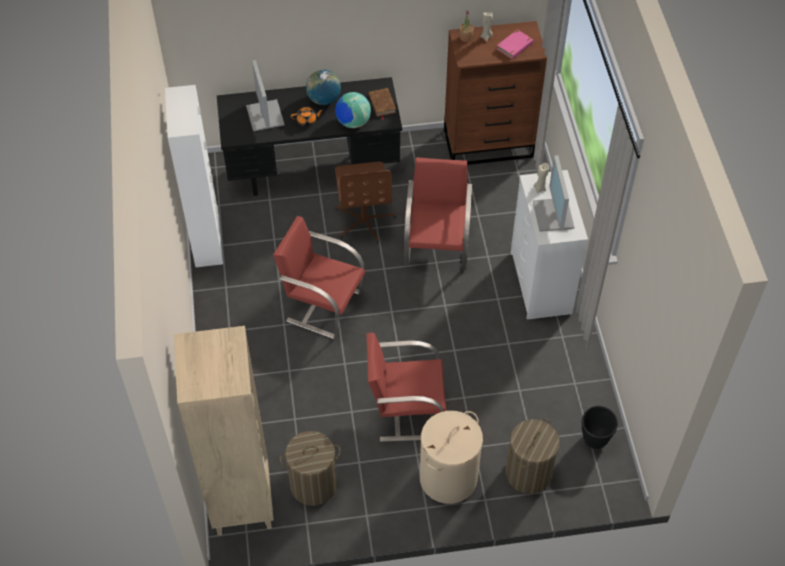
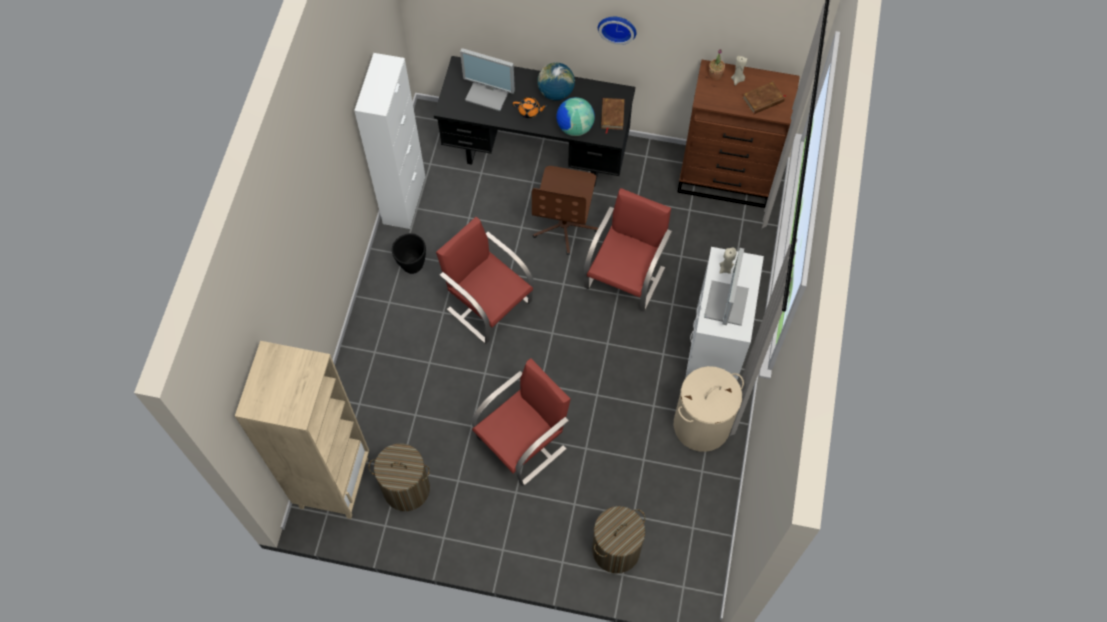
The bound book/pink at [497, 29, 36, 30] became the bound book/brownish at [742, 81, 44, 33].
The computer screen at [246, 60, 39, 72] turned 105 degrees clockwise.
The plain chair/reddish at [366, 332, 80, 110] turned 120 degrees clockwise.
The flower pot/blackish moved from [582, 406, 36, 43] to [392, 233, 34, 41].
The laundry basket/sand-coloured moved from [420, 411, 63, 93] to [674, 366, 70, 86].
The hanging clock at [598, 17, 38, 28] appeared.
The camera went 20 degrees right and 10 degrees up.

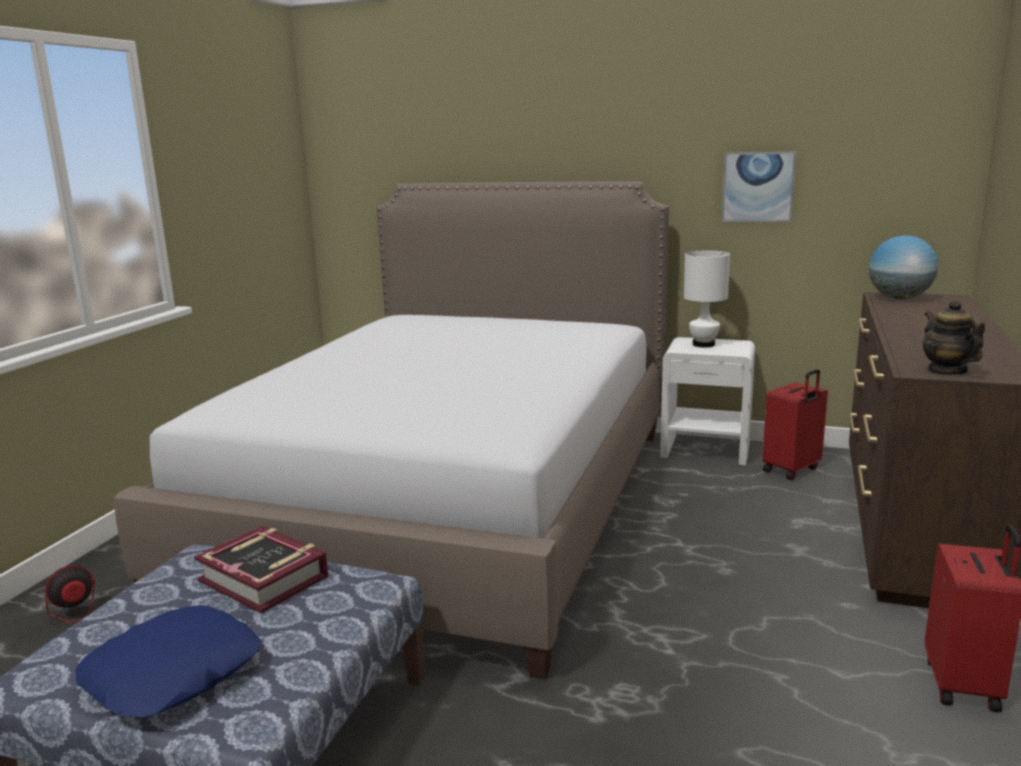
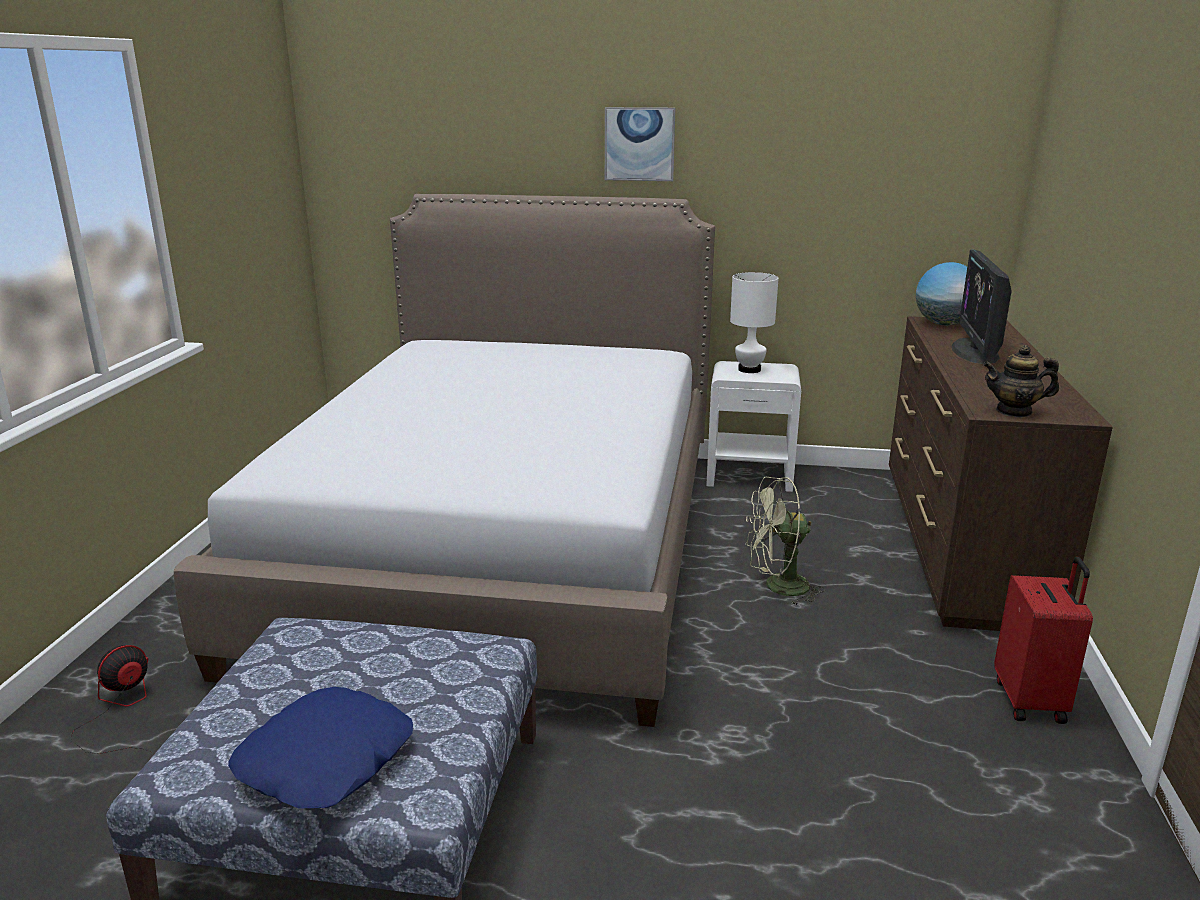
The picture moved from [722, 152, 74, 70] to [605, 107, 70, 74].
The teapot at [922, 299, 63, 77] turned 60 degrees counterclockwise.
The piece of luggage/reddish at [763, 369, 65, 111] disappeared.
The bound book at [194, 526, 134, 87] disappeared.
The computer screen at [952, 249, 60, 115] appeared.
The fan/greenish at [746, 477, 79, 129] appeared.
The camera went 10 degrees left and 5 degrees up.

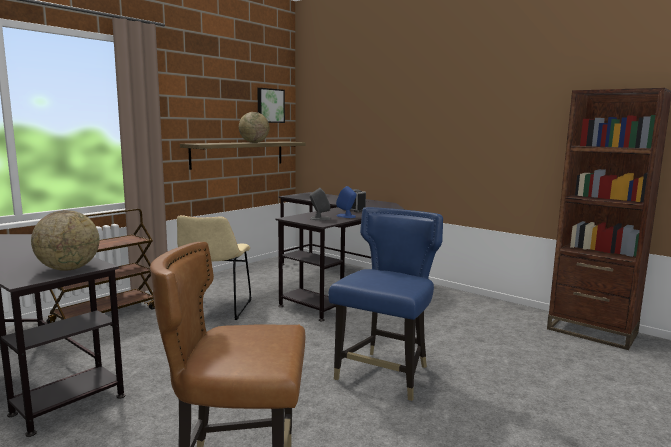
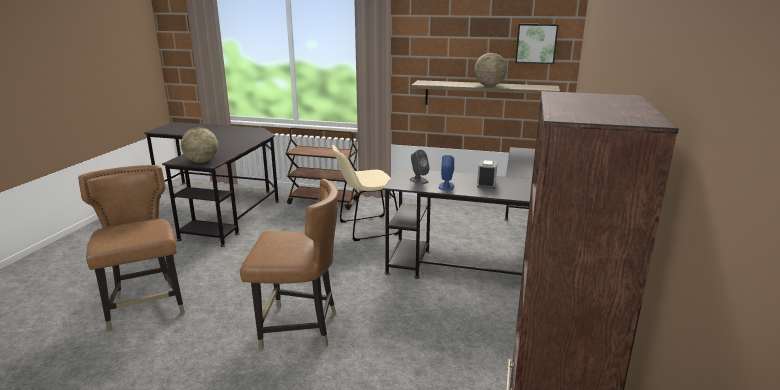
The plain chair/blue-coloured at [328, 207, 115, 194] became the plain chair/brownish at [240, 179, 98, 171].
The camera went 65 degrees right and 10 degrees up.

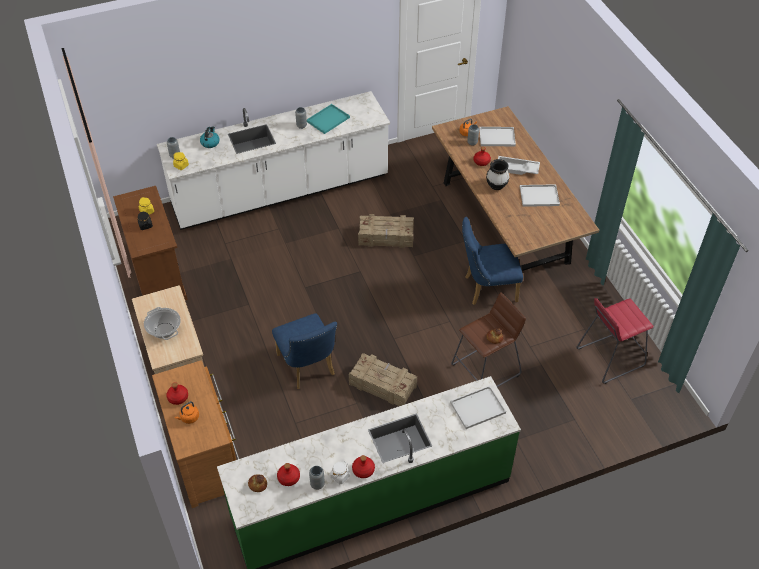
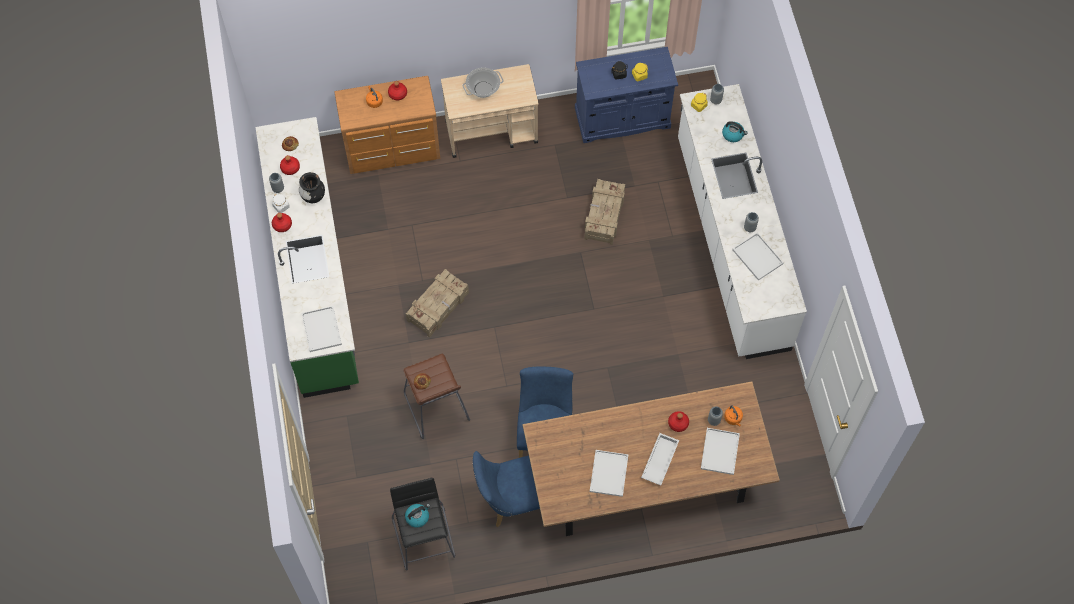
The serving tray/turquoise-coloured at [307, 104, 43, 30] became the serving tray/whitish at [732, 232, 52, 49].
The flower vase/blackish moved from [486, 159, 23, 31] to [299, 172, 26, 31].
The cupboard/brownish at [113, 186, 75, 115] became the cupboard/blue-coloured at [575, 47, 103, 96].
The packing crate moved from [358, 214, 56, 34] to [584, 179, 41, 66].
The stool/reddish at [576, 298, 78, 86] became the stool/blackish at [390, 478, 66, 92].
The plain chair/blue-coloured moved from [272, 313, 65, 76] to [473, 451, 67, 76].
The tea kettle at [405, 504, 25, 24] appeared.
The camera went 100 degrees right and 15 degrees up.

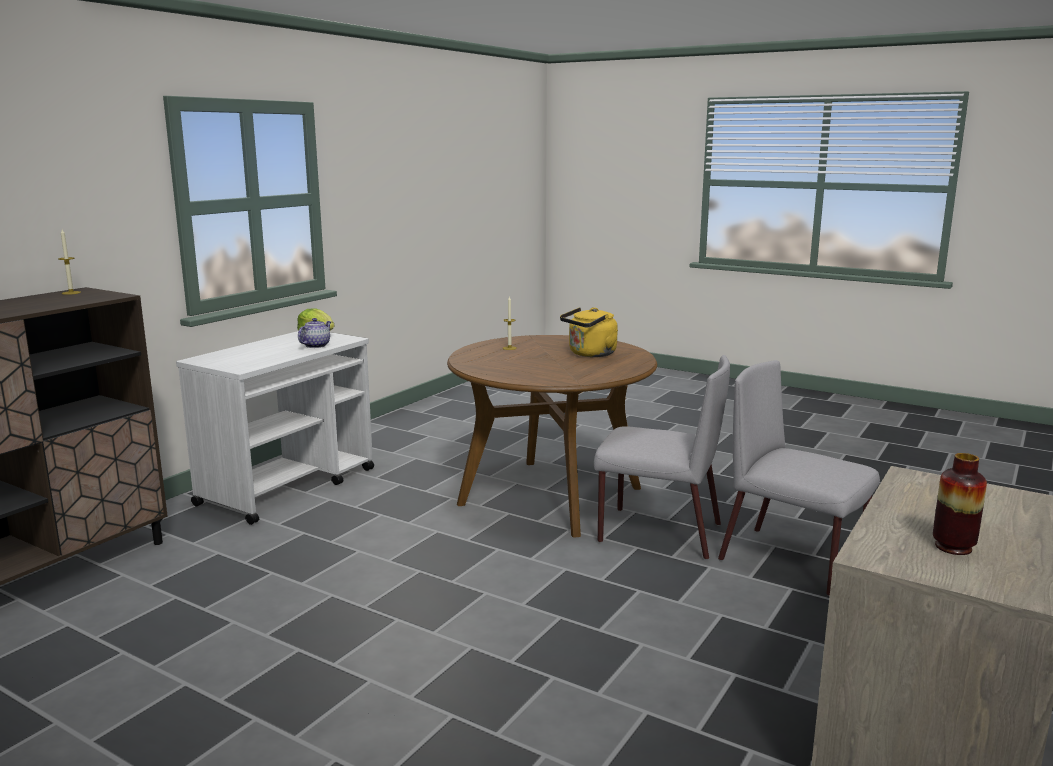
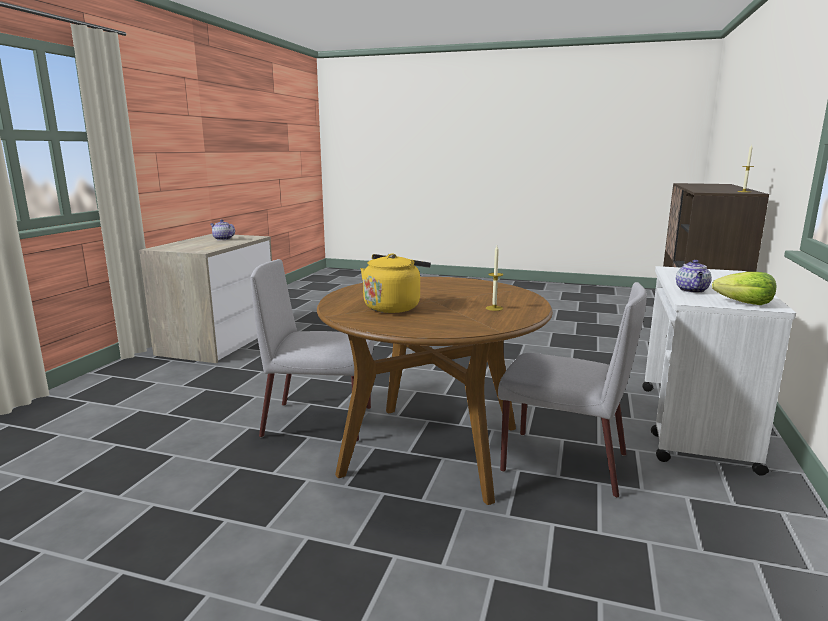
The plain chair/greyish moved from [718, 360, 162, 236] to [498, 282, 149, 216].
The flower vase at [933, 453, 54, 102] was replaced by the teapot at [211, 219, 24, 21].
The camera went 165 degrees right and 0 degrees up.

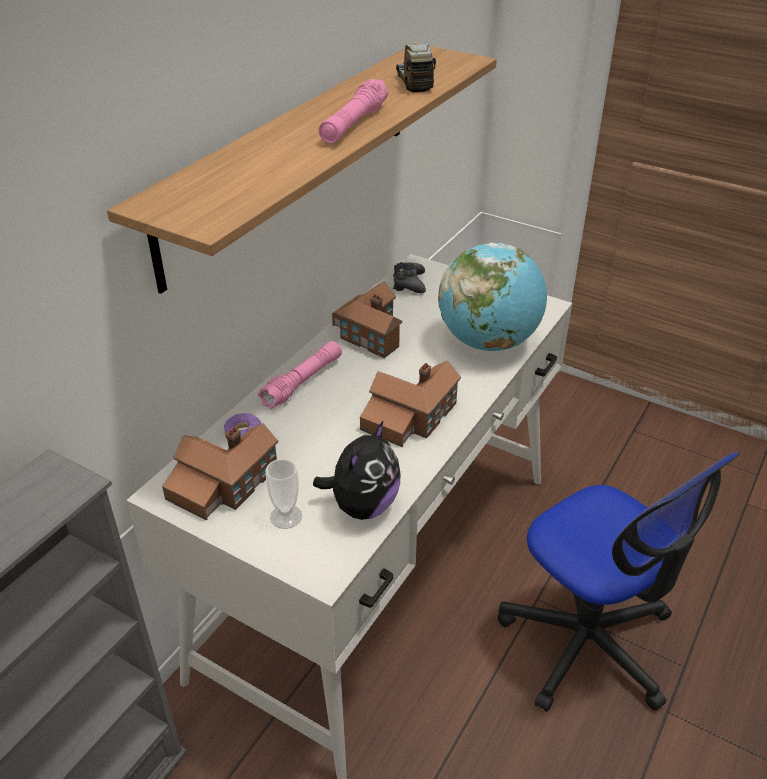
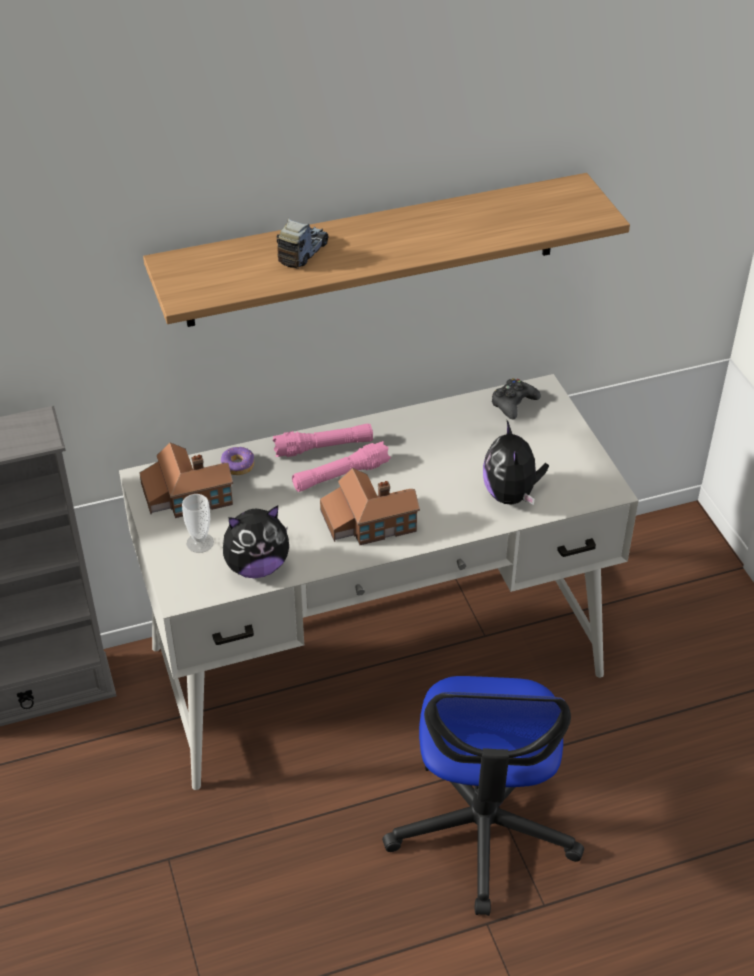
The toy lorry moved from [396, 43, 40, 50] to [277, 218, 52, 51].
The flashlight/pink moved from [319, 79, 70, 64] to [292, 441, 99, 51].
The globe at [438, 242, 109, 109] was replaced by the plush toy at [483, 421, 66, 84].
The miniature house at [332, 281, 70, 77] disappeared.
The camera went 40 degrees right and 5 degrees up.

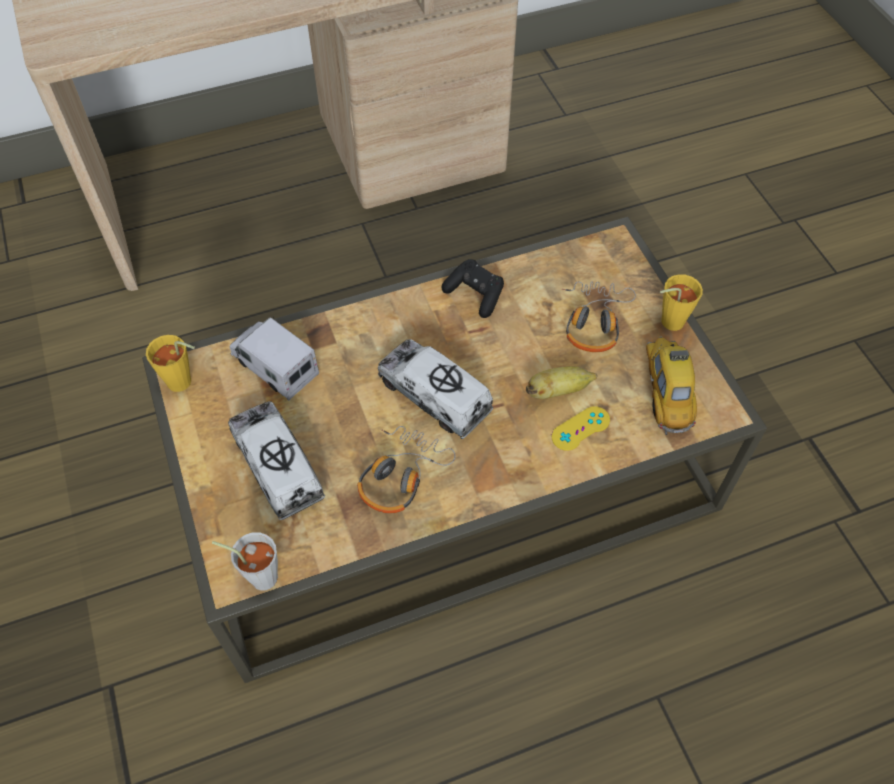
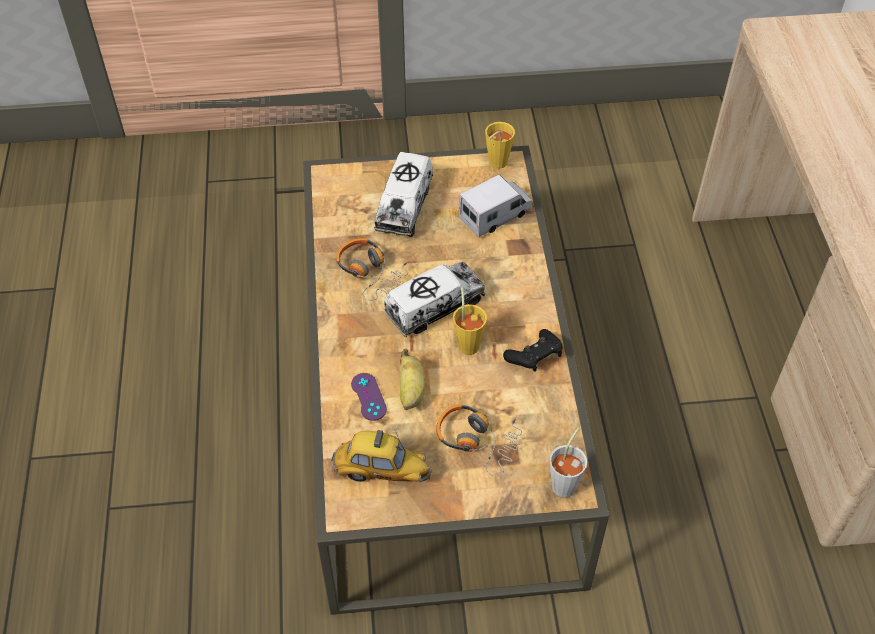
The drinking cup/yellowish moved from [660, 274, 43, 57] to [453, 287, 34, 68].
The toy lorry at [228, 401, 97, 119] turned 120 degrees clockwise.
The joypad/yellowish at [551, 406, 59, 45] became the joypad/purplish at [351, 373, 36, 48].
The drinking cup/greyish moved from [212, 532, 66, 59] to [549, 427, 38, 71].
The camera went 105 degrees right and 5 degrees down.

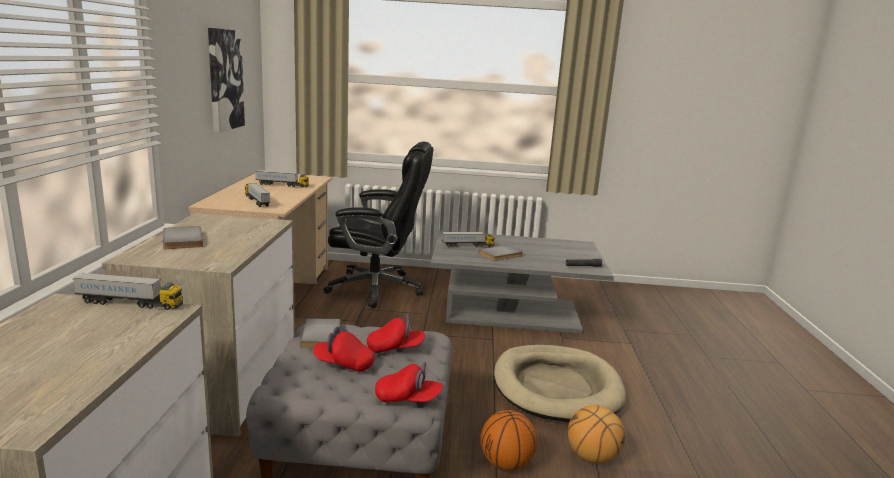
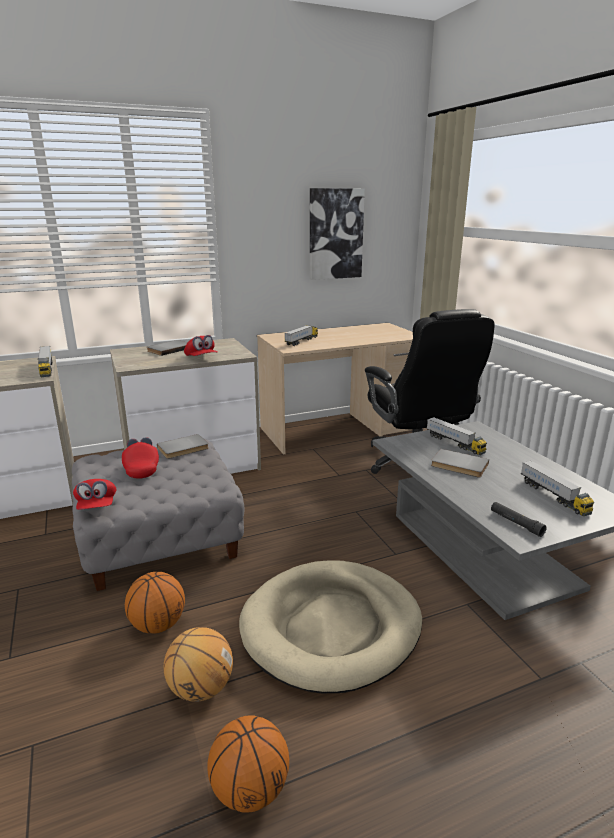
The toy lorry moved from [255, 170, 54, 18] to [521, 460, 73, 56].
The peaked cap/reddish moved from [367, 315, 58, 38] to [184, 335, 34, 21].
The basketball at [208, 715, 81, 98] appeared.
The camera went 65 degrees right and 5 degrees up.

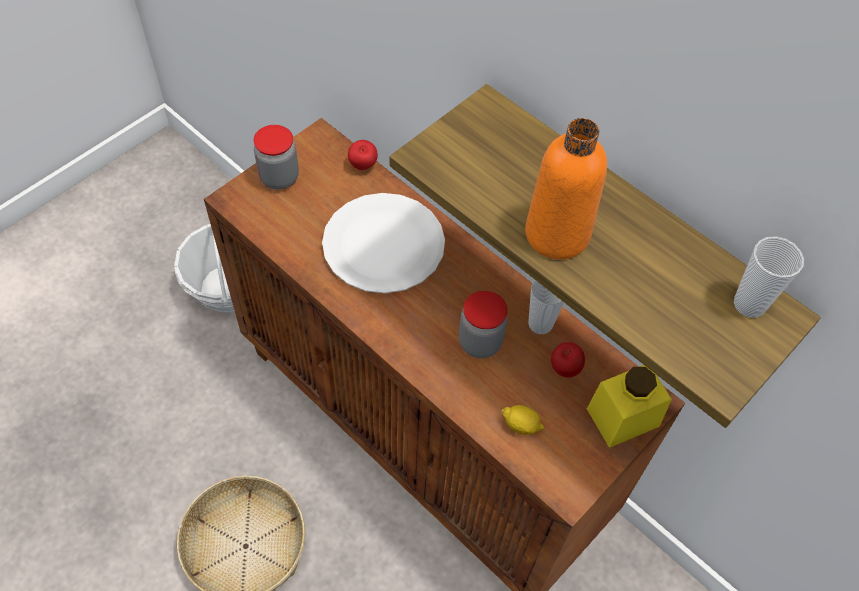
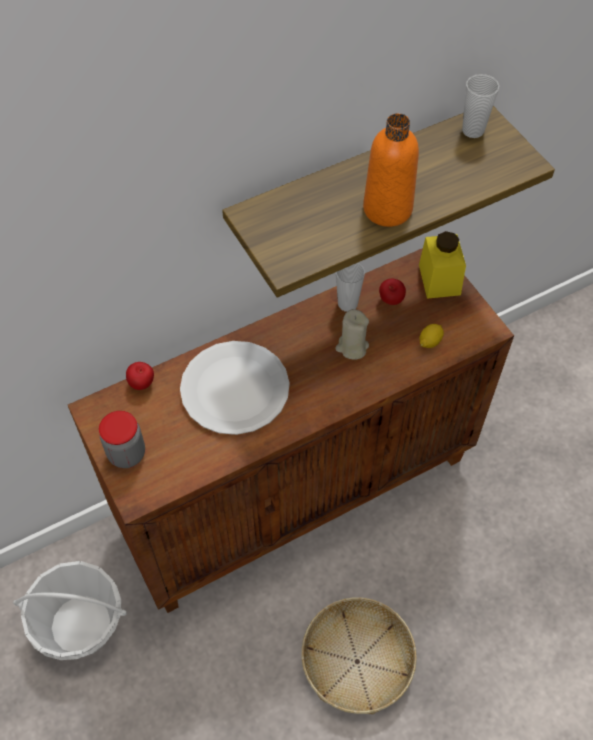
The storage jar at [459, 291, 49, 67] was replaced by the wax light/sand-coloured at [335, 309, 34, 50].
The camera went 70 degrees left and 0 degrees up.

